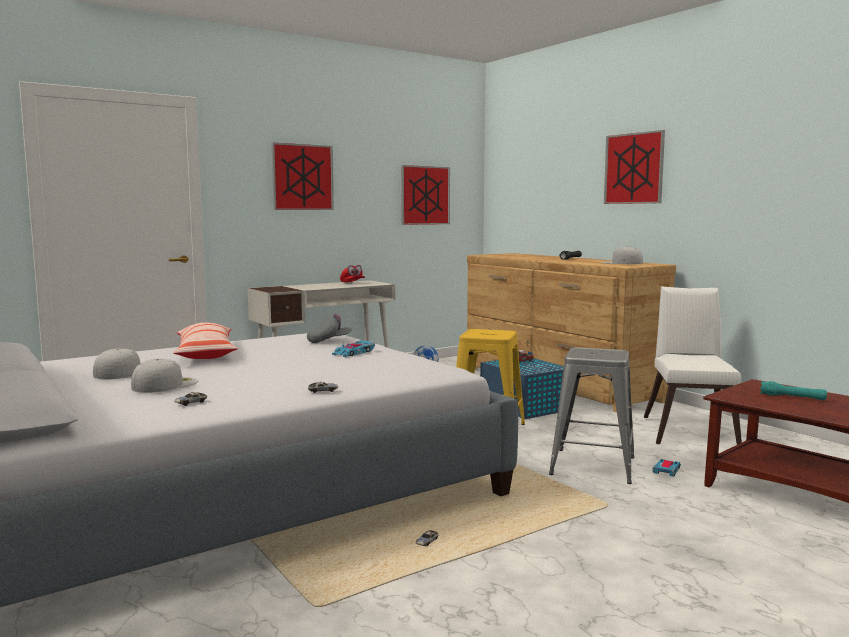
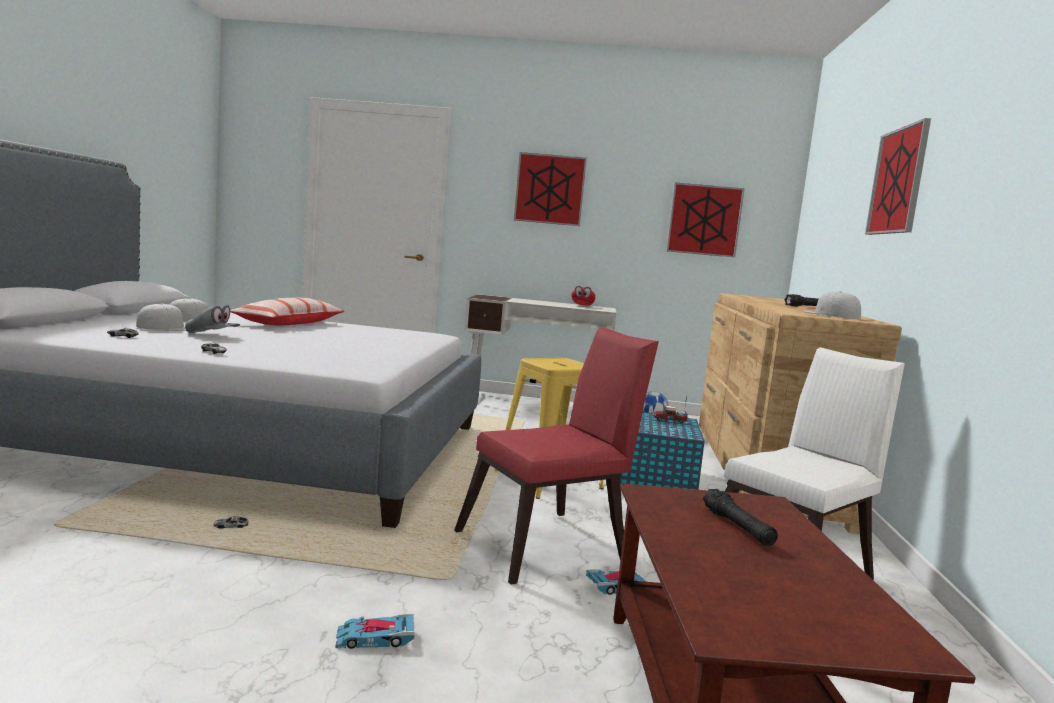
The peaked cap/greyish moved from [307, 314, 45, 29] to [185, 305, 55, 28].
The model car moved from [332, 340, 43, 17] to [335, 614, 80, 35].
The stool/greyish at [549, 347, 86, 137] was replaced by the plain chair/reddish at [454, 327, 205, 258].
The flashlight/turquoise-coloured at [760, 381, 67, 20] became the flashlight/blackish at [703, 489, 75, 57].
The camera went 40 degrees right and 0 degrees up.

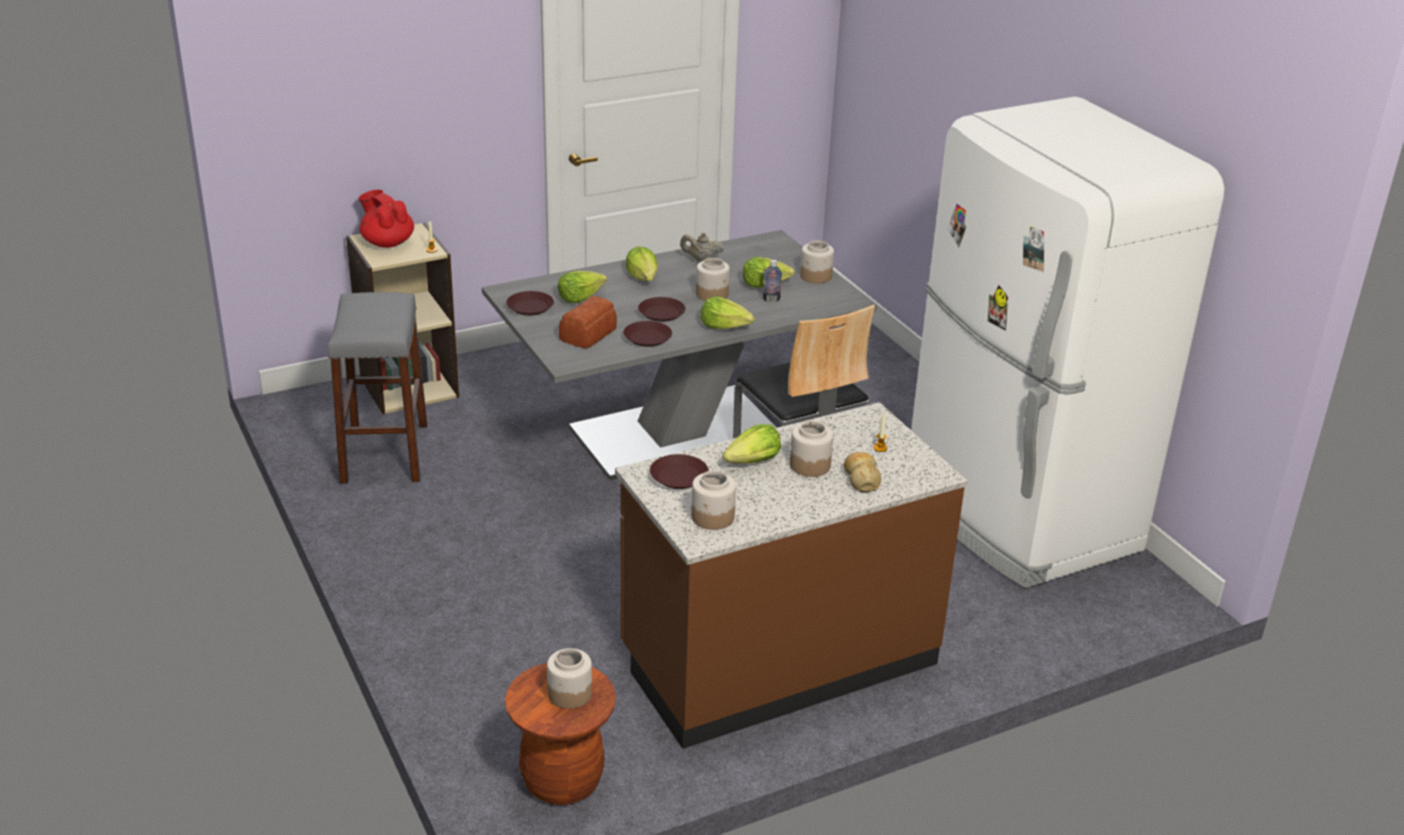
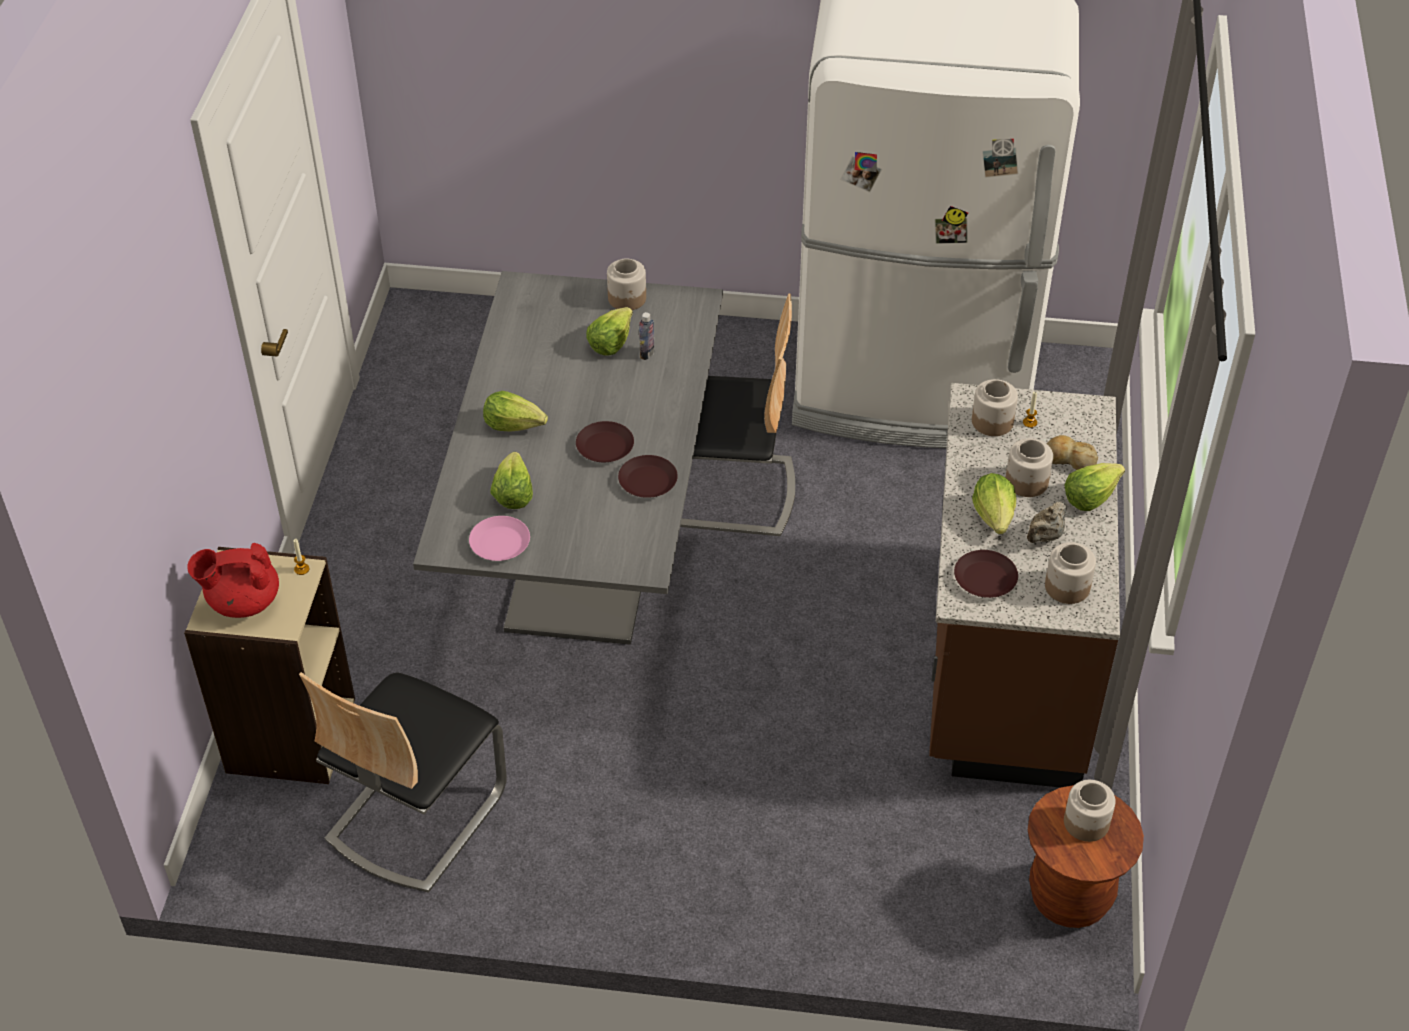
The teapot/sand-coloured moved from [680, 233, 44, 29] to [1027, 502, 40, 41].
The storage jar moved from [696, 258, 34, 43] to [972, 379, 46, 57].
The plate/brownish at [506, 291, 48, 25] became the plate/pink at [469, 516, 61, 45].
The stool/greyish at [328, 292, 99, 192] was replaced by the plain chair at [299, 672, 208, 221].
The baked bread at [559, 296, 58, 52] disappeared.
The head of lettuce moved from [701, 296, 54, 33] to [1065, 463, 60, 48].
The camera went 55 degrees left and 15 degrees up.

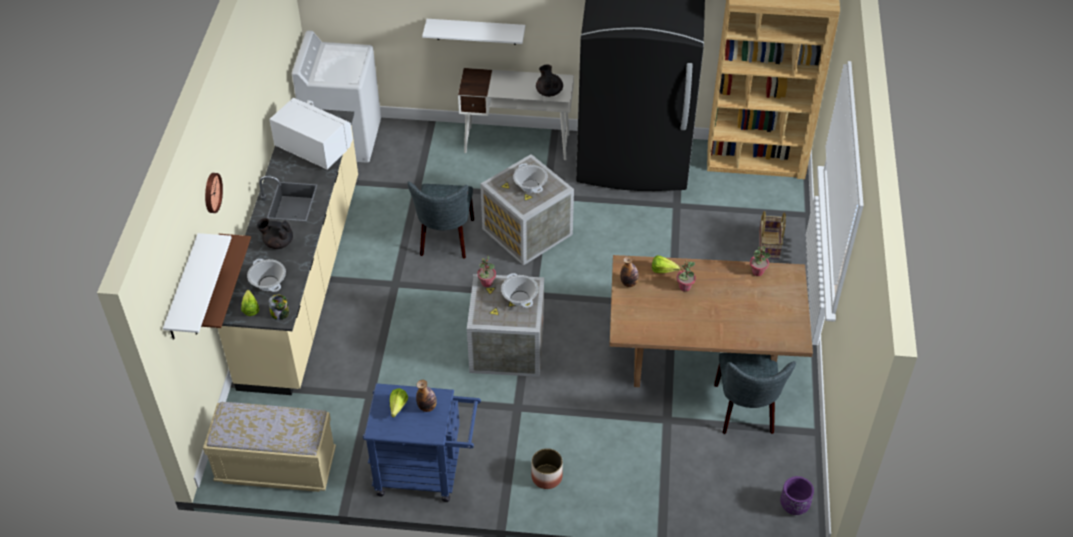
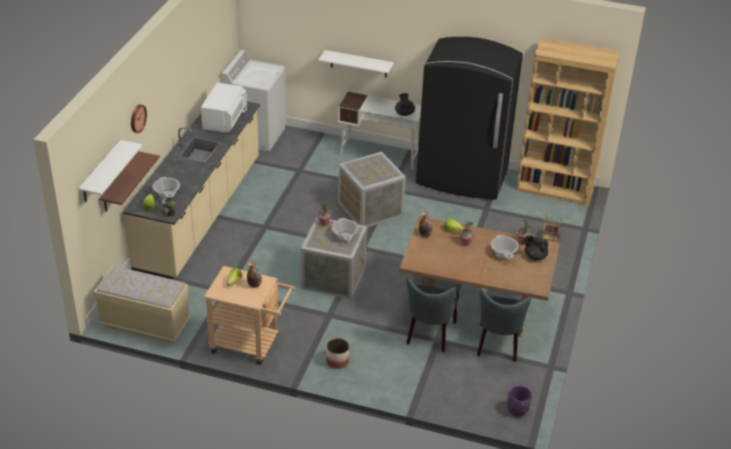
The kitchen microwave/whitish at [269, 98, 84, 71] turned 60 degrees clockwise.
The stockpot moved from [513, 163, 35, 30] to [490, 235, 29, 23].
The plain chair/greyish moved from [407, 182, 67, 77] to [406, 277, 53, 75].
The teapot/blackish moved from [257, 218, 36, 31] to [524, 235, 24, 25].
The wheeled cart/blue-coloured at [363, 383, 118, 119] became the wheeled cart/sand-coloured at [204, 266, 91, 99].
The camera went 10 degrees right and 10 degrees down.

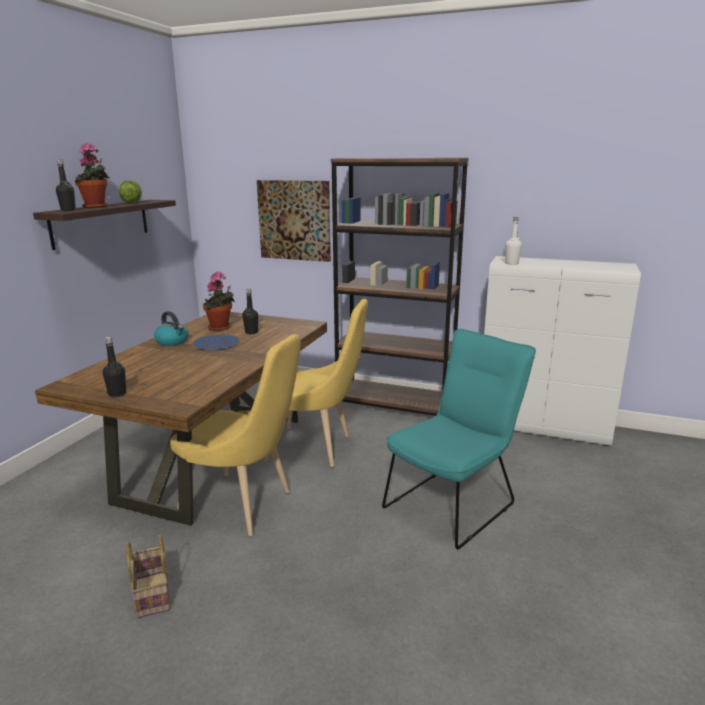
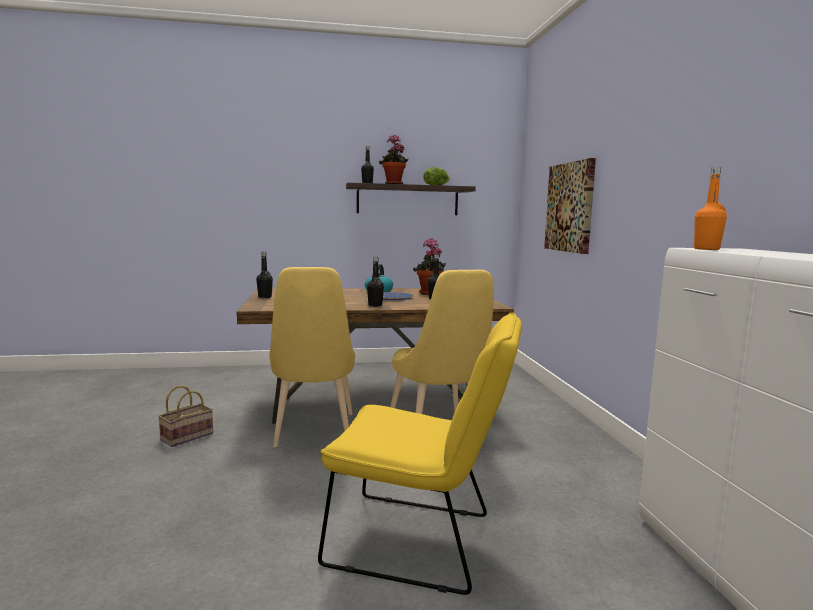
The bookshelf/brownish at [331, 158, 138, 258] disappeared.
The drink bottle/whitish at [505, 217, 17, 48] became the drink bottle/orangey at [694, 167, 33, 83].
The plain chair/turquoise-coloured at [382, 329, 154, 220] became the plain chair/yellowish at [318, 312, 204, 283].
The drink bottle/blackish at [367, 257, 17, 50] appeared.
The camera went 60 degrees right and 10 degrees down.

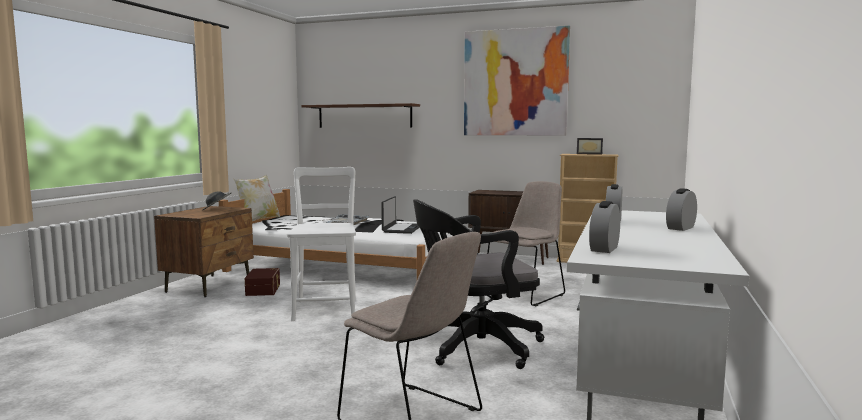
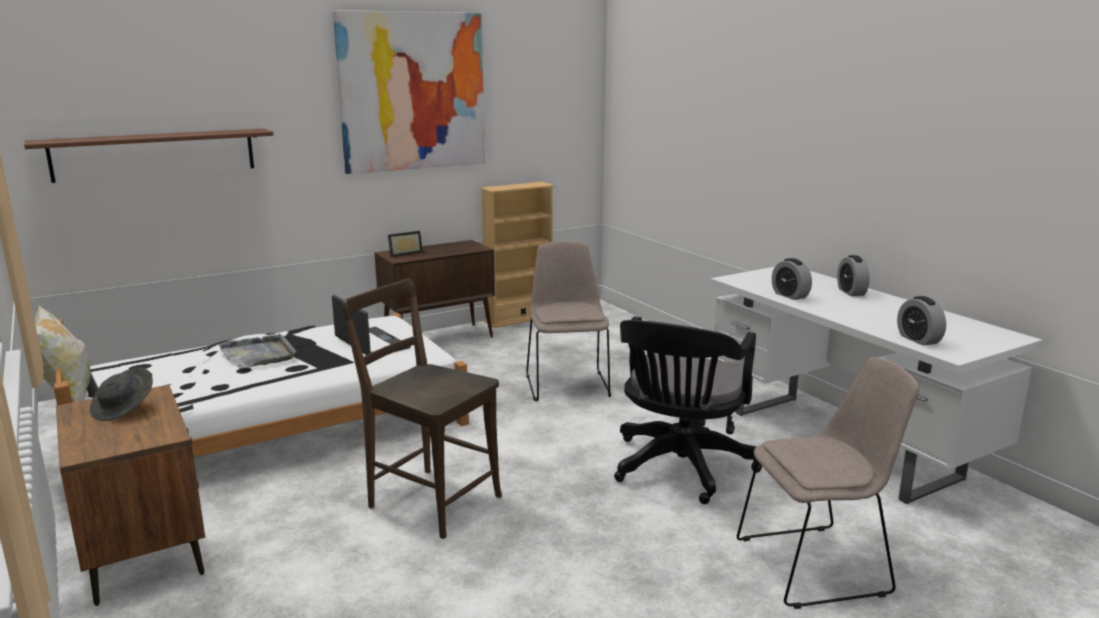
The standing frame moved from [577, 138, 26, 17] to [388, 231, 35, 26].
The plain chair/whitish at [287, 167, 69, 154] became the plain chair/brownish at [342, 279, 160, 260].
The storage box/brownish at [245, 268, 35, 28] disappeared.
The camera went 50 degrees left and 10 degrees up.

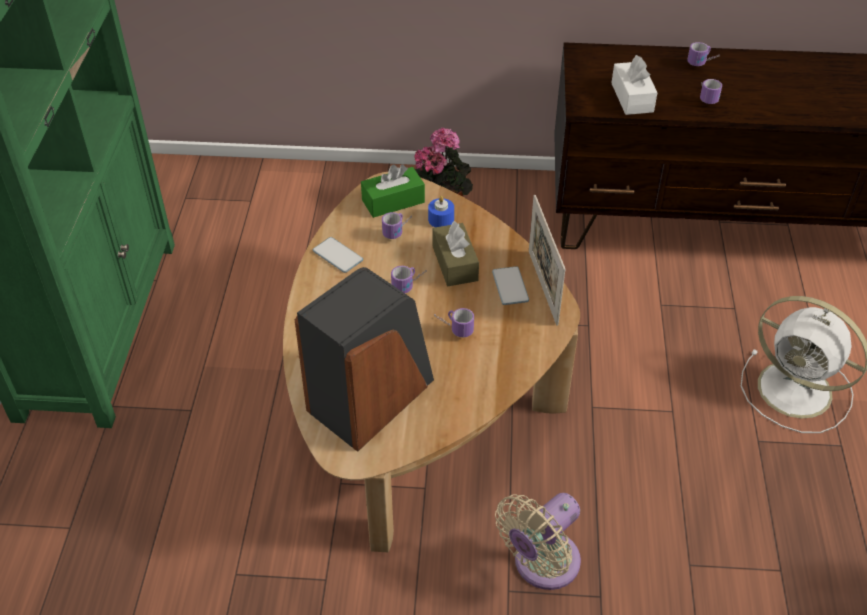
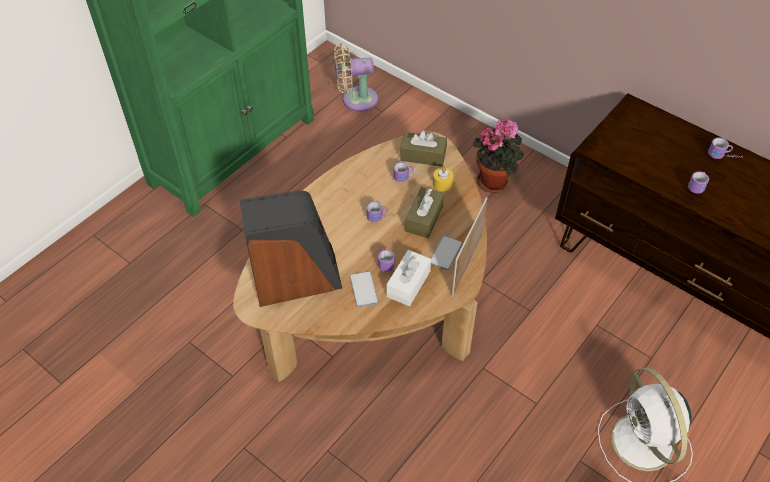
The box of tissues/whitish moved from [611, 55, 47, 60] to [386, 250, 45, 56].
The box of tissues/greenish at [361, 164, 64, 54] became the box of tissues/brownish at [400, 130, 47, 37].
The wax light/blue-coloured at [428, 196, 26, 31] became the wax light/yellowish at [433, 167, 21, 24].
The telephone moved from [313, 237, 50, 36] to [350, 271, 28, 36].
The fan/sand-coloured moved from [495, 493, 86, 97] to [334, 43, 44, 69].
The camera went 35 degrees right and 5 degrees up.

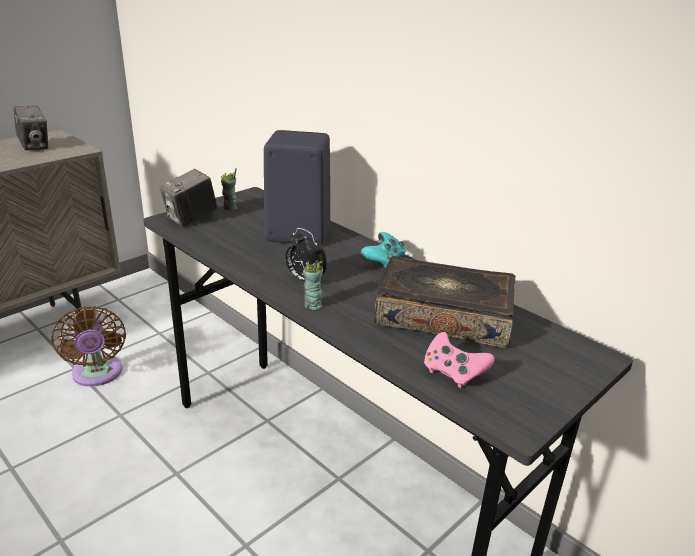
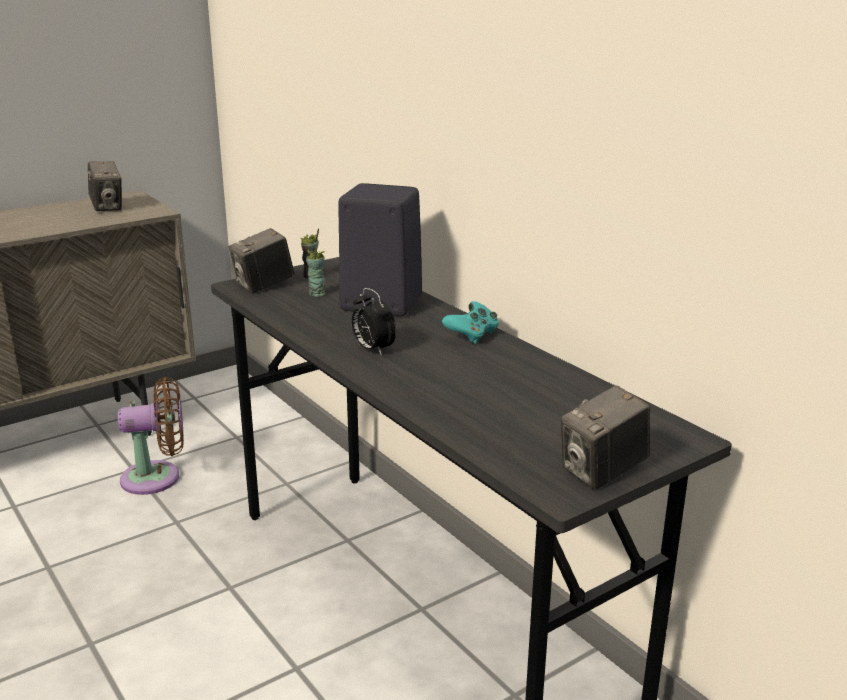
The bound book at [374, 256, 142, 92] disappeared.
The drinking cup moved from [303, 260, 20, 50] to [306, 247, 19, 50].
The fan/brownish at [51, 306, 75, 81] turned 90 degrees counterclockwise.
The joypad/pink at [424, 332, 71, 56] disappeared.
The still camera at [561, 385, 89, 105] appeared.
The camera went 10 degrees right and 5 degrees down.

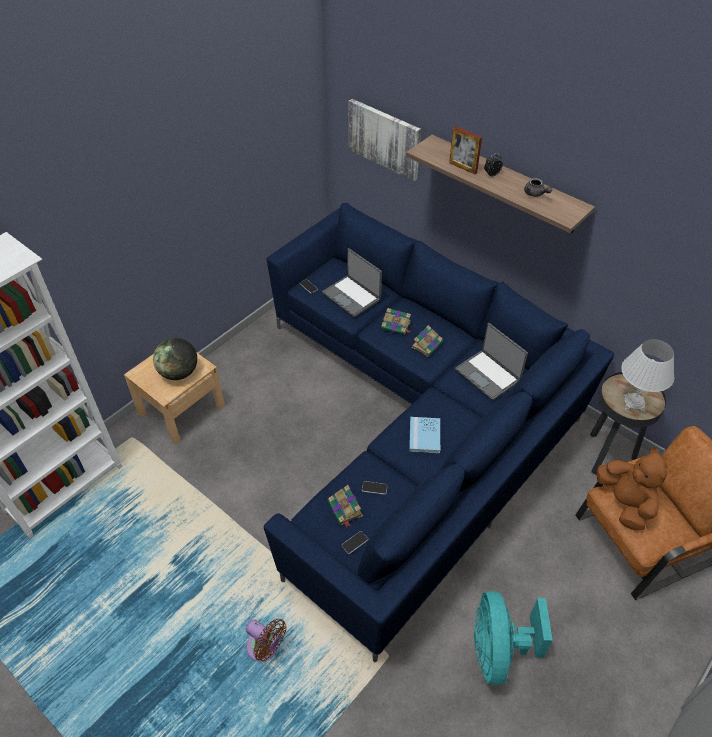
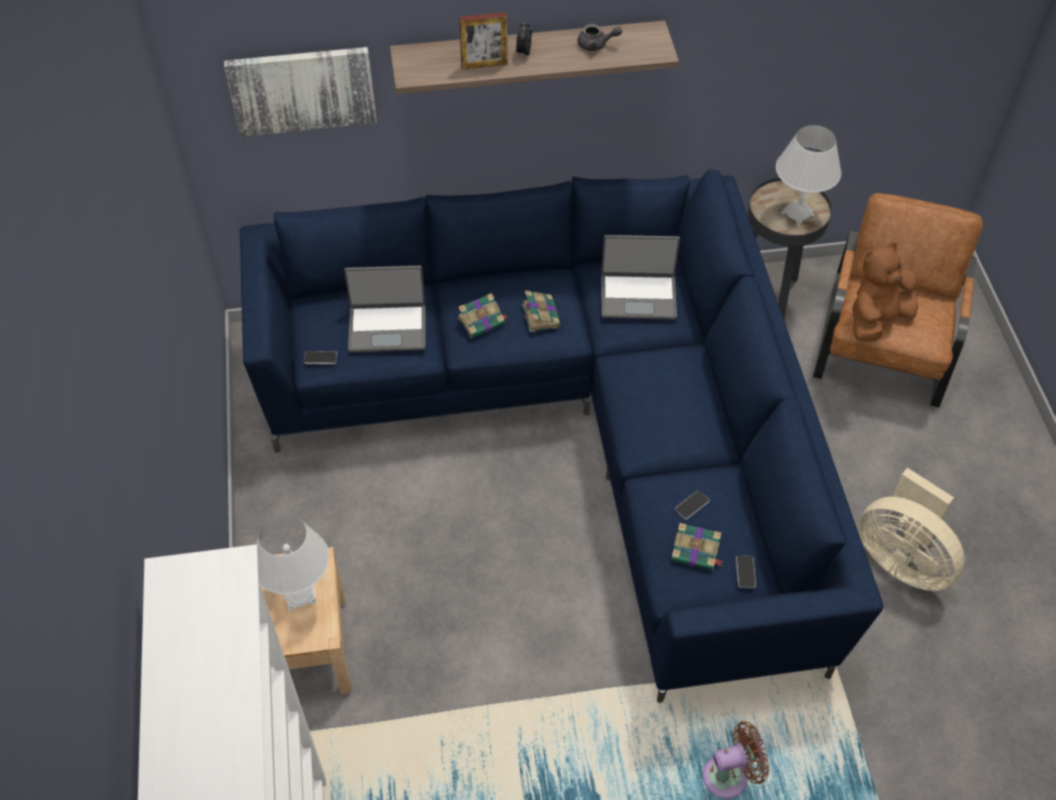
The globe at [153, 338, 44, 42] was replaced by the tabletop lamp/whitish at [256, 514, 73, 97].
The bound book/blue-coloured at [409, 417, 31, 37] disappeared.
The plush toy/brownish at [596, 447, 72, 83] turned 60 degrees counterclockwise.
The fan/turquoise-coloured at [474, 591, 79, 94] became the fan/sand-coloured at [859, 468, 106, 123].
The camera went 50 degrees left and 5 degrees up.

